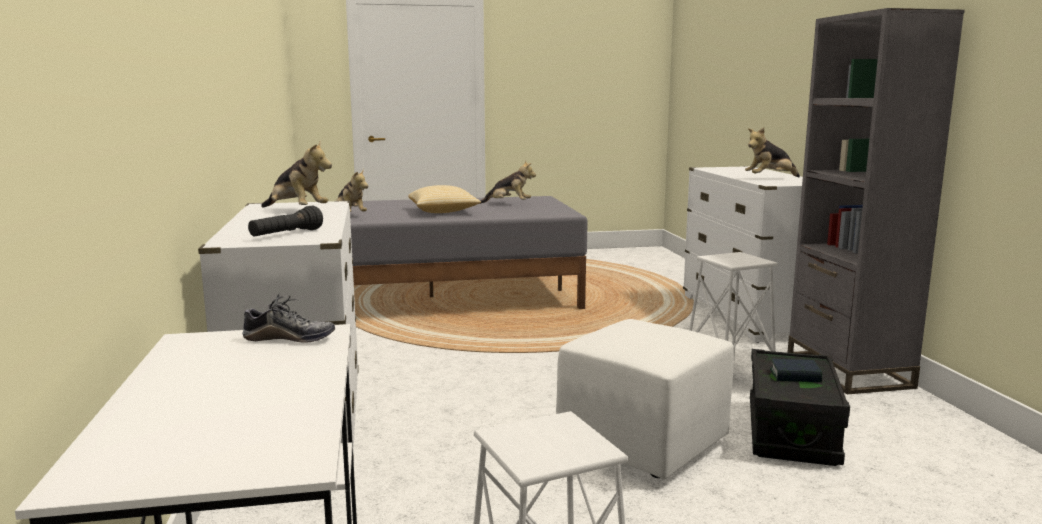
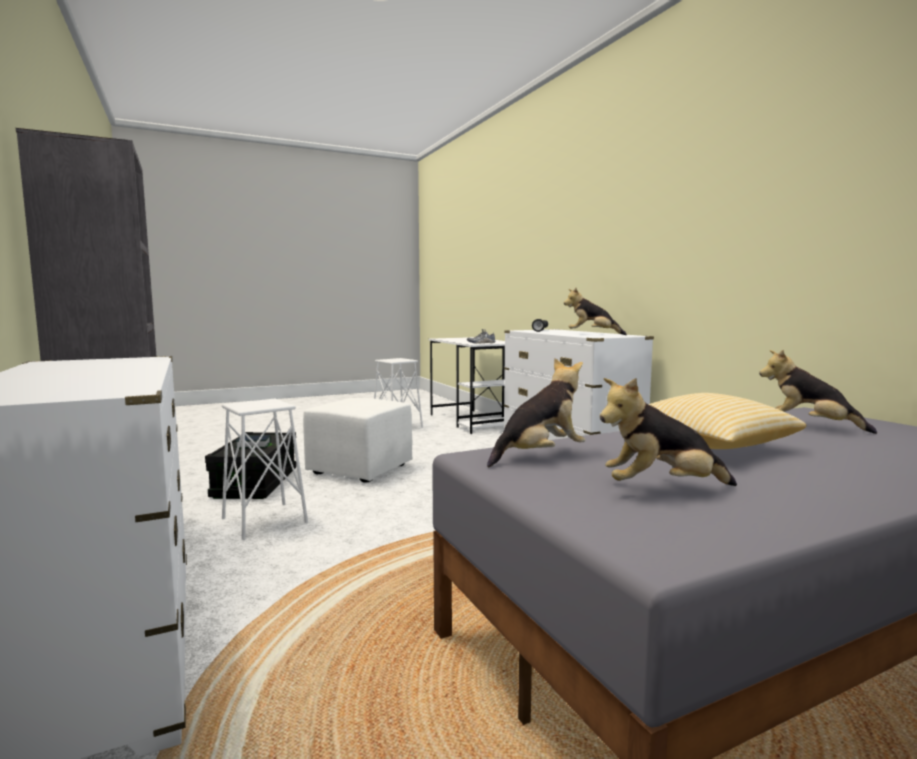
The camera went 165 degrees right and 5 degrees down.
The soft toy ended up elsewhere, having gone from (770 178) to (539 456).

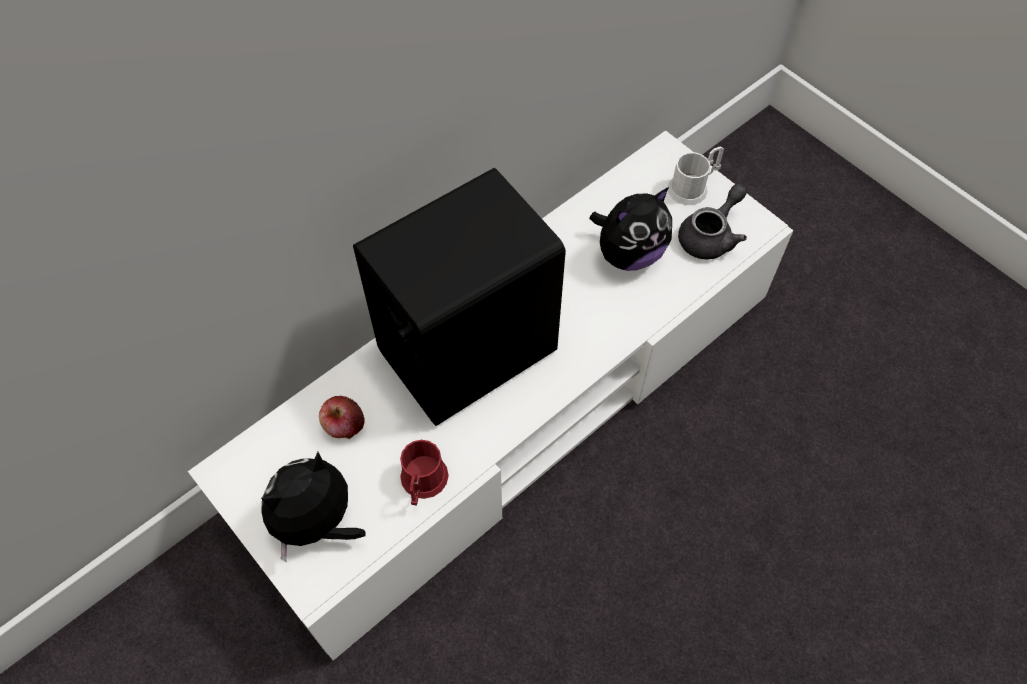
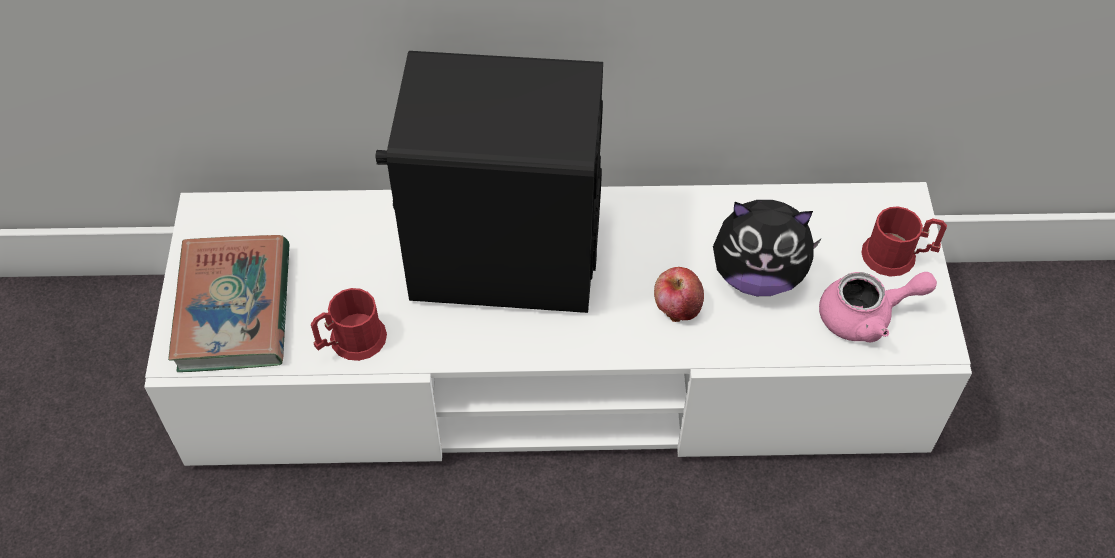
The camera went 40 degrees right and 5 degrees down.
Where the soft toy stood at (317 523), the book came to stand at (234 309).
The apple ended up elsewhere, having gone from (344 426) to (677 307).
What was the coffee mug (white) at (693 187) turned into the coffee mug (reddish) at (897 256).
What was the pot for tea (greyish) at (711 236) turned into the pot for tea (pink-coloured) at (866 316).

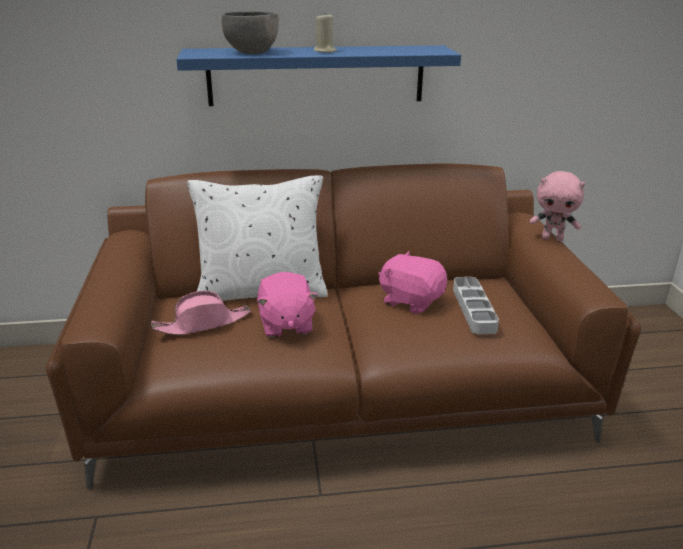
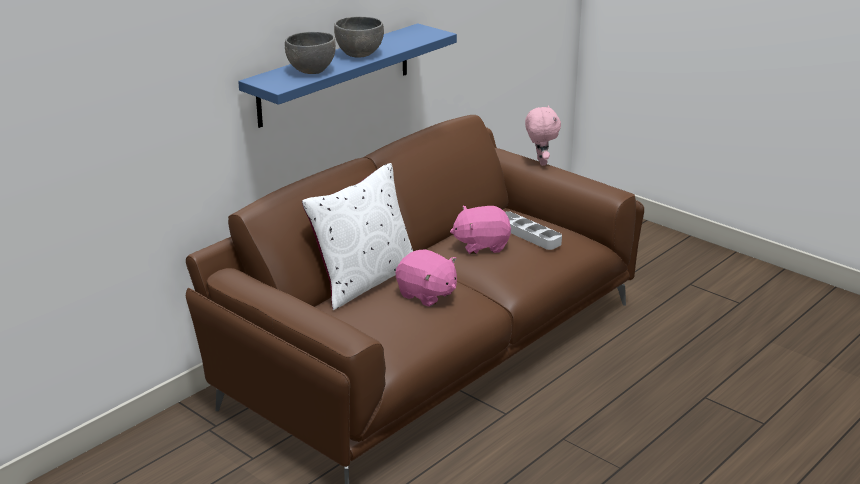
The camera went 40 degrees left and 0 degrees up.
The second view lost the wearable hat (pink-coloured) at (203 323).
Where the wax candle (beige-coloured) stood at (325 51), the serving bowl (greyish) came to stand at (359 54).
The soft toy (pink-coloured) at (552 238) ended up facing another way, 75 degrees counterclockwise from before.

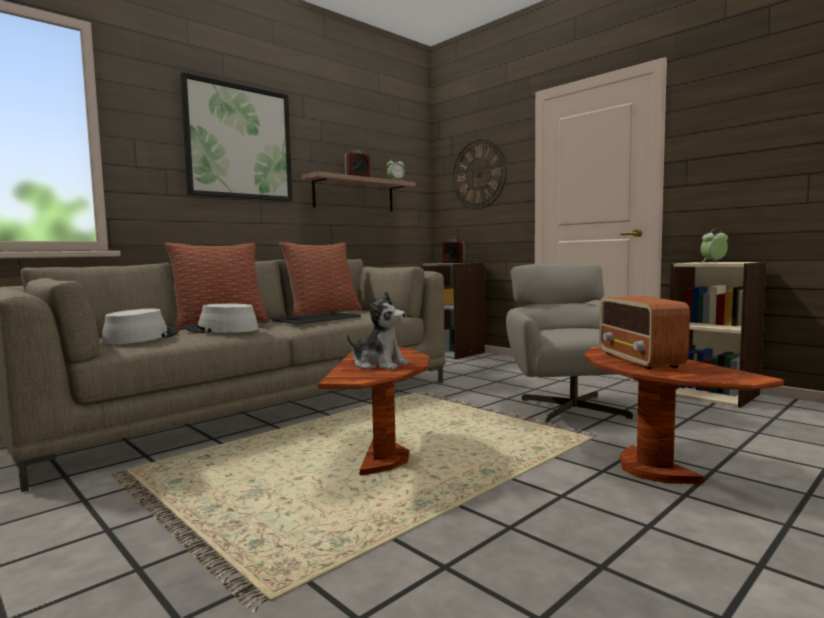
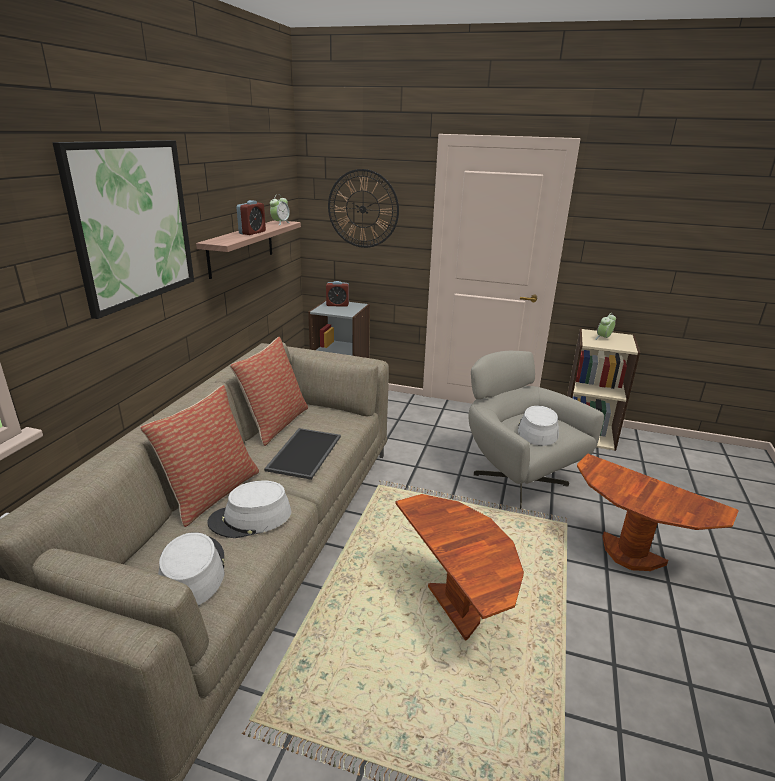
The camera went 30 degrees left and 20 degrees up.
The second view lost the soft toy at (379 365).
The second view lost the radio at (640 360).
The second view gained the wearable hat (greyish) at (537 430).

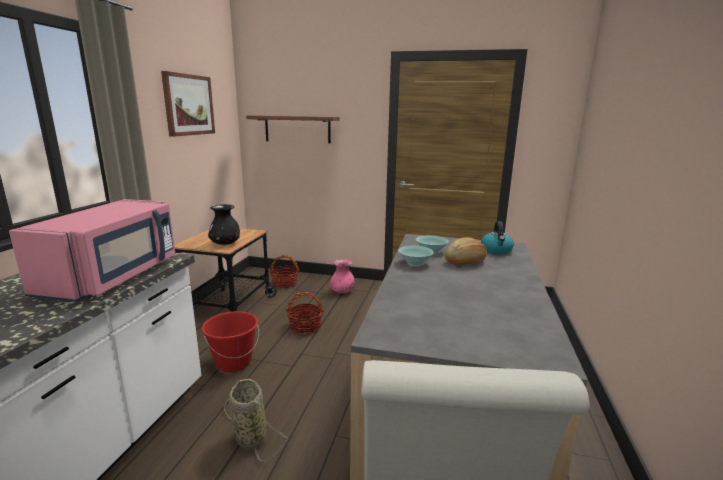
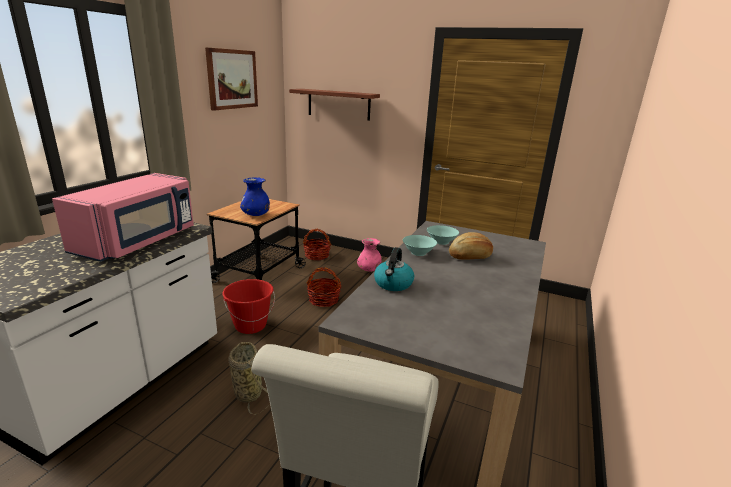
The camera went 10 degrees right and 5 degrees up.
What was the flower vase (black-coloured) at (225 244) turned into the flower vase (blue) at (256 215).
The water kettle ended up elsewhere, having gone from (496 250) to (393 284).

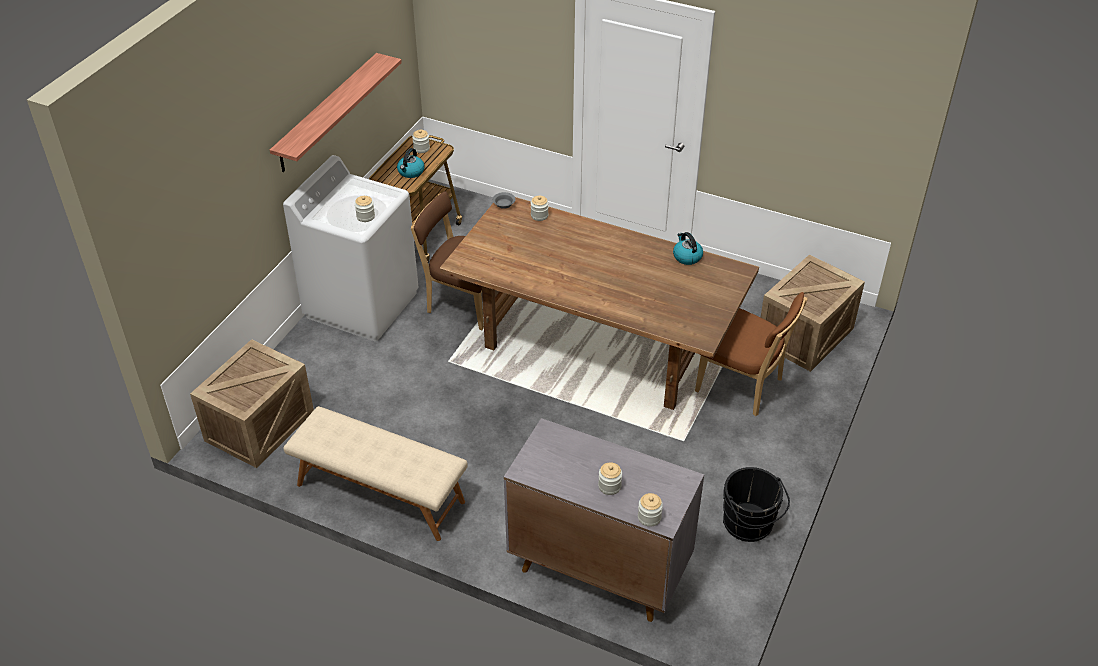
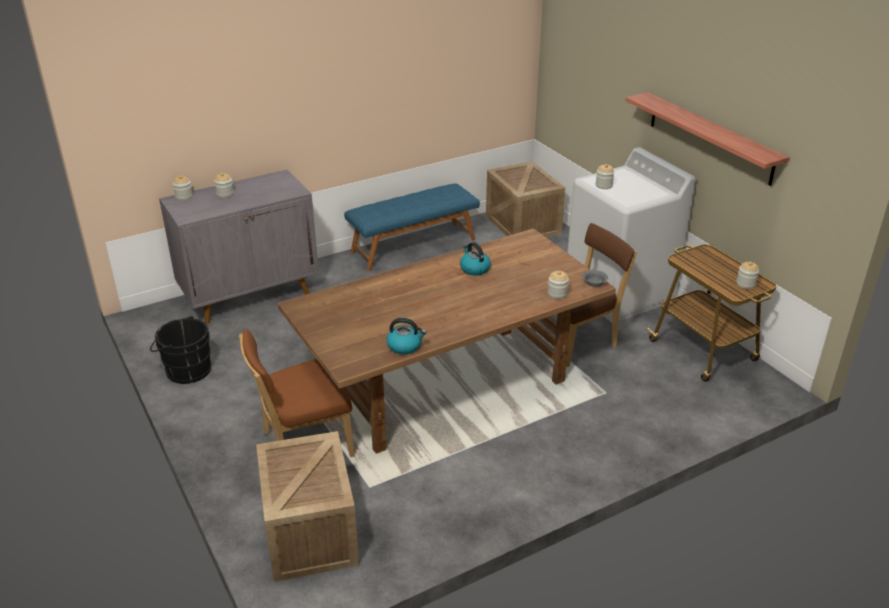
The camera went 125 degrees right and 10 degrees down.
What was the long seat (beige-coloured) at (379 493) turned into the long seat (blue) at (413 245).
The water kettle ended up elsewhere, having gone from (411 172) to (474 269).

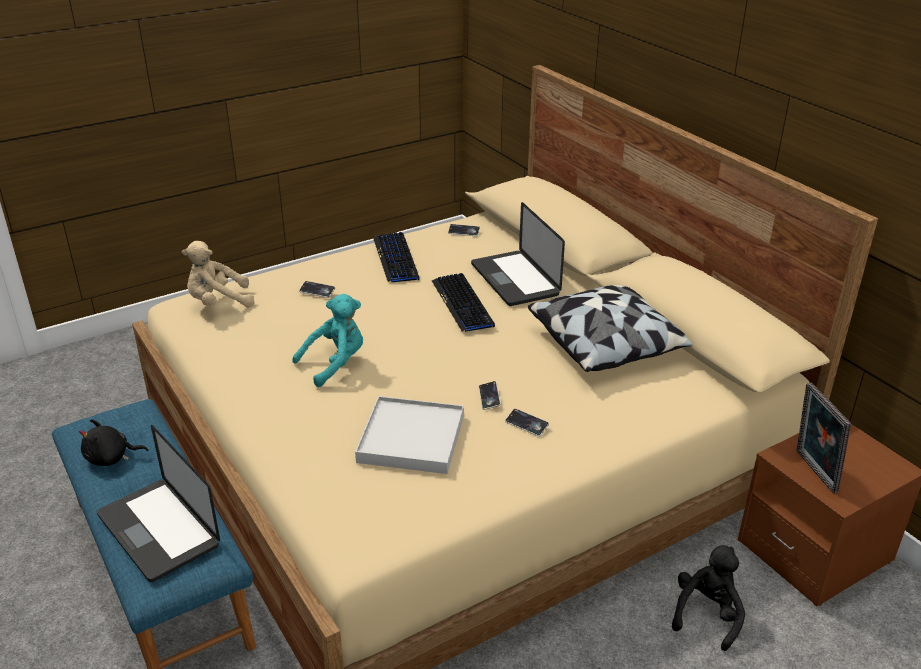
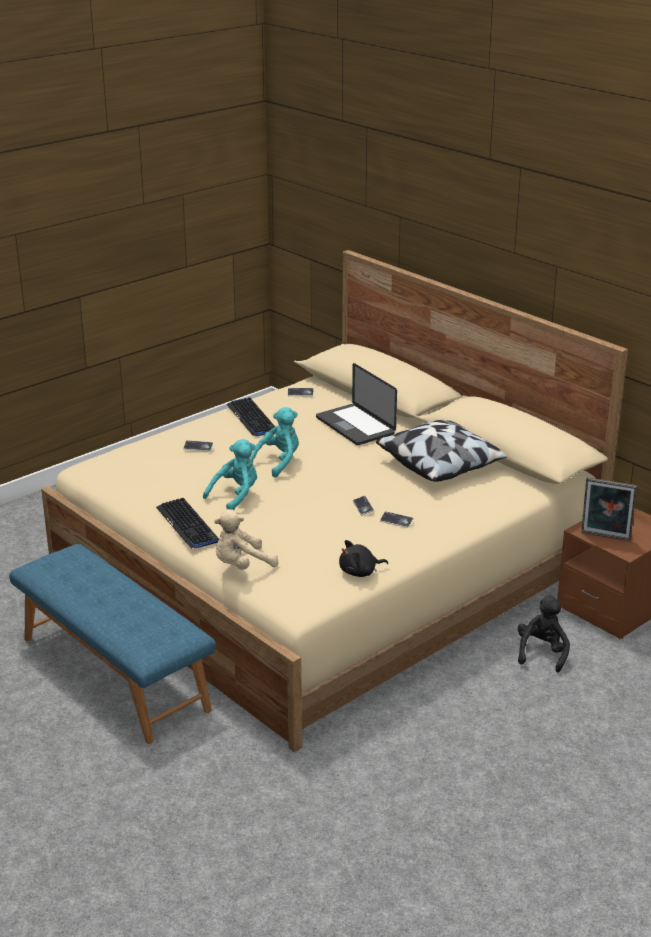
The camera went 10 degrees left and 5 degrees down.
The soft toy (black-coloured) ended up elsewhere, having gone from (111 458) to (360 572).
The second view lost the laptop at (158 530).
The soft toy (beige-coloured) ended up elsewhere, having gone from (218 303) to (242 565).
The second view lost the serving tray (white) at (411 438).
The computer keyboard ended up elsewhere, having gone from (462 303) to (188 525).
The standing frame at (812 472) ended up facing another way, 45 degrees counterclockwise from before.
The second view gained the soft toy (turquoise-coloured) at (278 462).

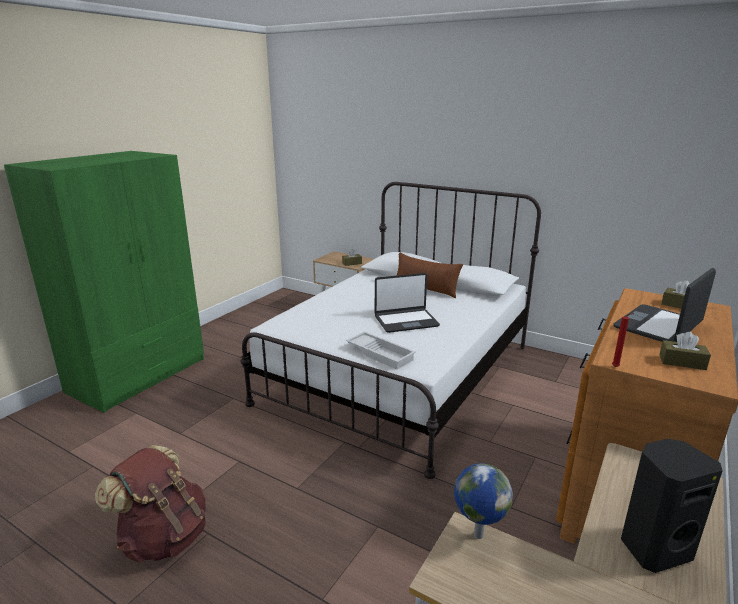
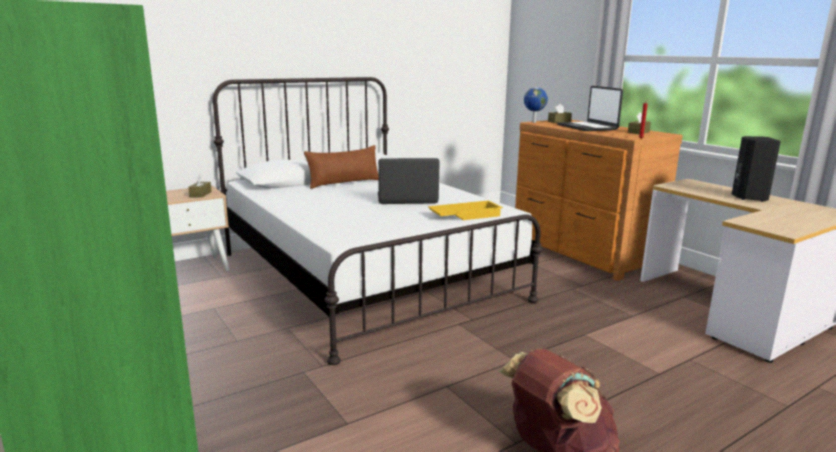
The camera went 65 degrees left and 5 degrees down.
What was the serving tray (white) at (381 354) turned into the serving tray (yellow) at (465 215).
The laptop at (406 321) ended up facing another way, 105 degrees counterclockwise from before.
The world globe ended up elsewhere, having gone from (477 534) to (533 122).

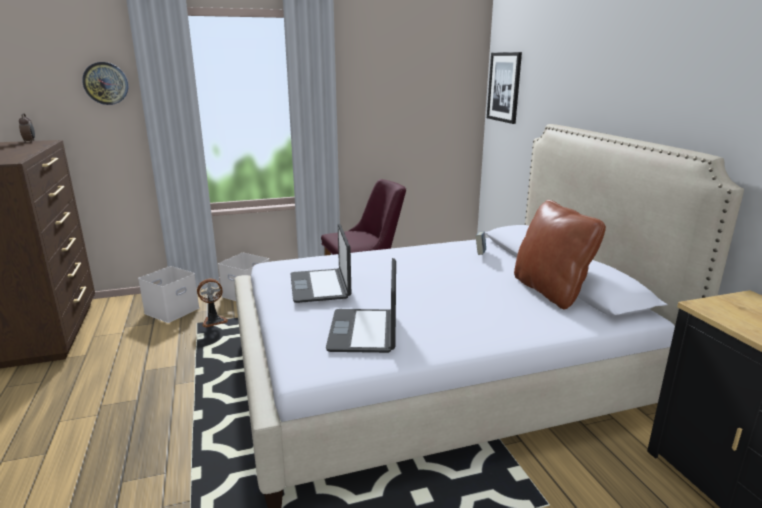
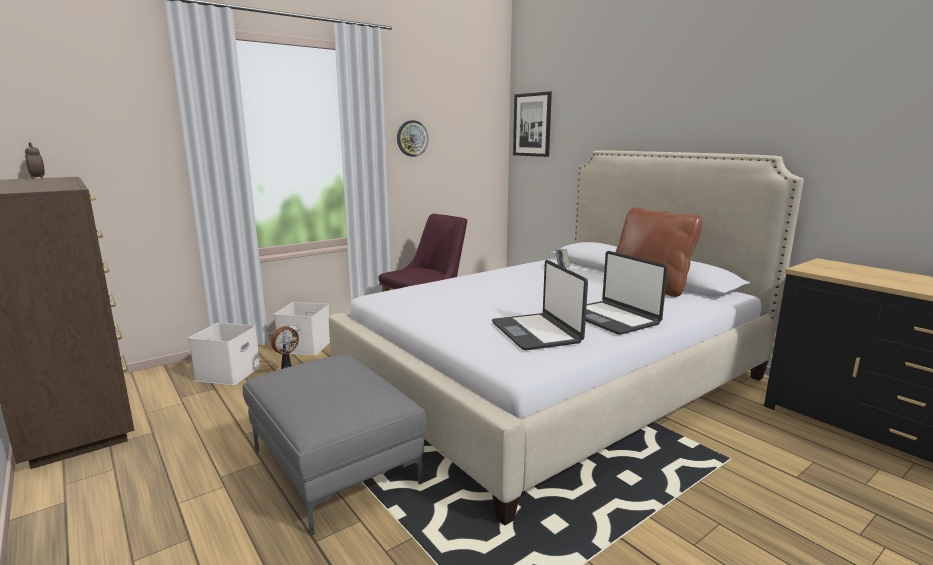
The camera went 20 degrees left and 5 degrees down.
The clock on the wall ended up elsewhere, having gone from (106 83) to (412 138).
The laptop ended up elsewhere, having gone from (320 286) to (612 318).
The second view gained the pouffe (greyish) at (337 467).

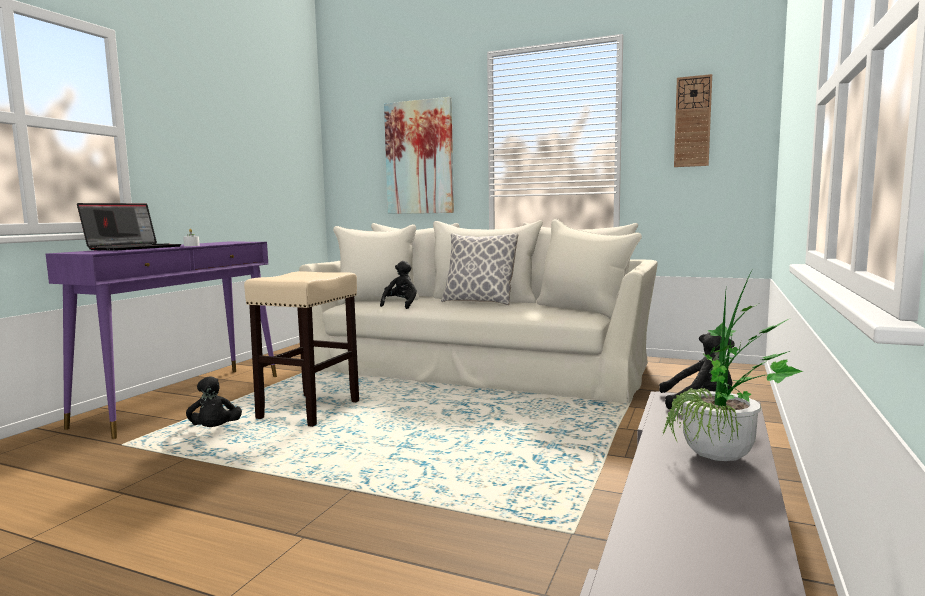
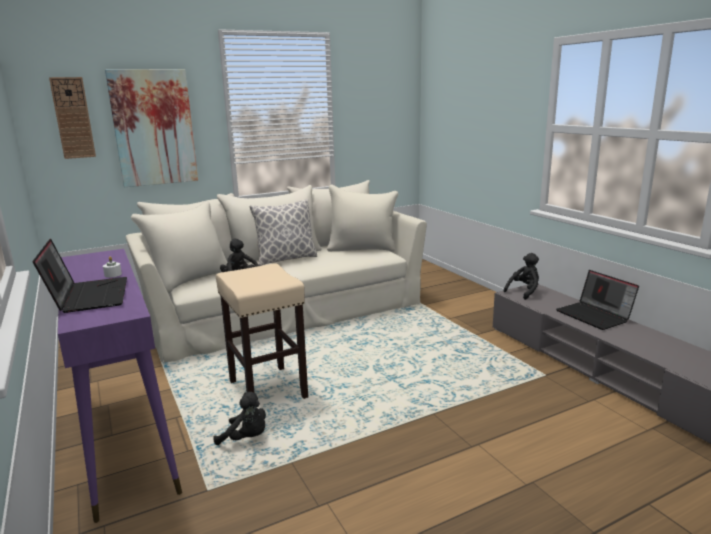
The camera went 50 degrees left and 10 degrees up.
Where the potted plant stood at (722 462), the laptop came to stand at (595 316).
The clock on the wall ended up elsewhere, having gone from (692 122) to (73 118).

